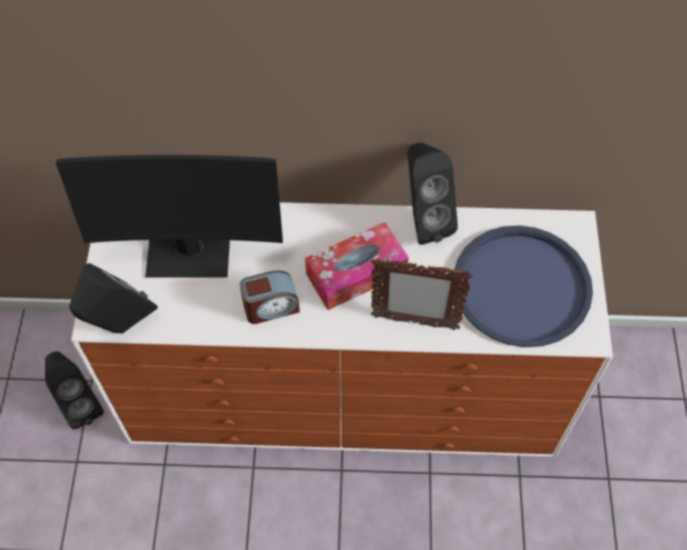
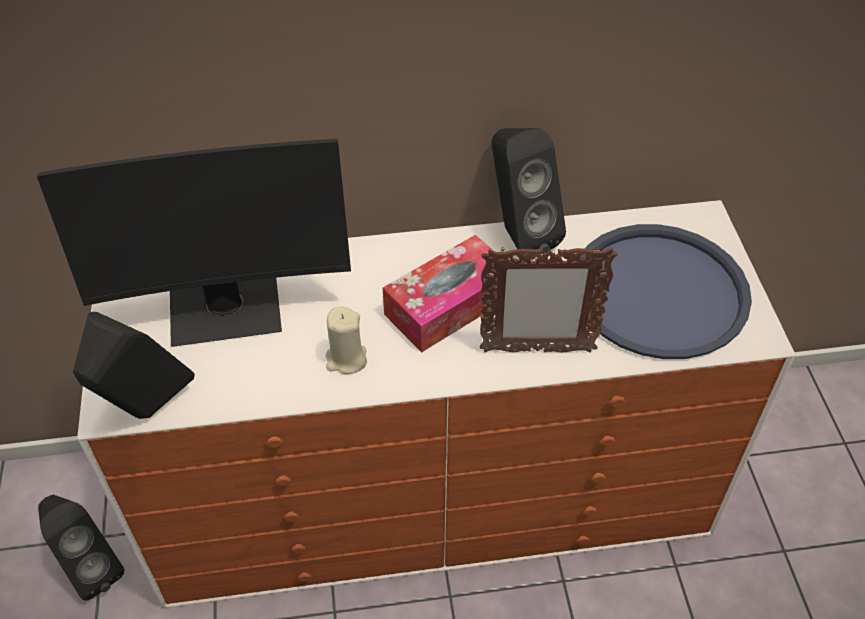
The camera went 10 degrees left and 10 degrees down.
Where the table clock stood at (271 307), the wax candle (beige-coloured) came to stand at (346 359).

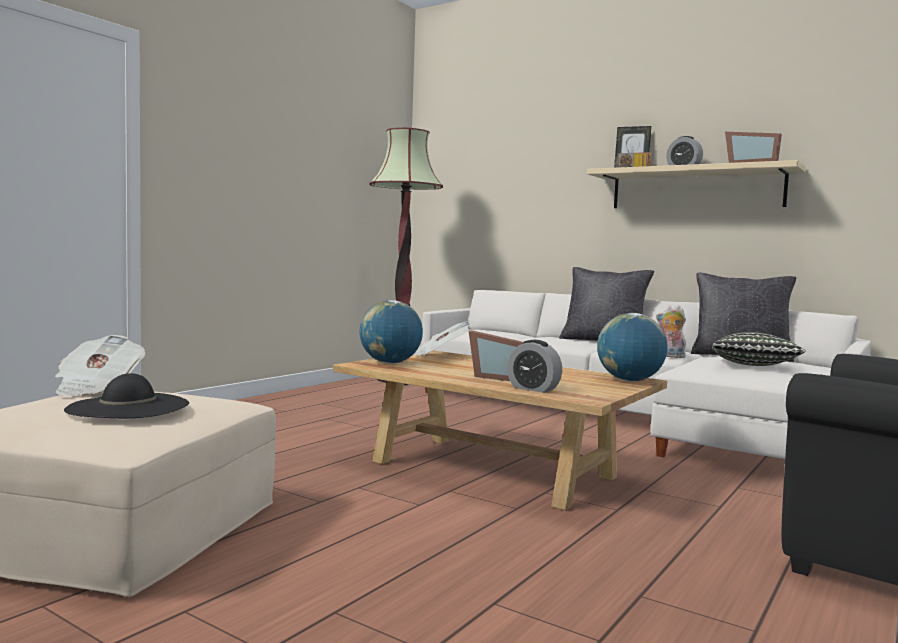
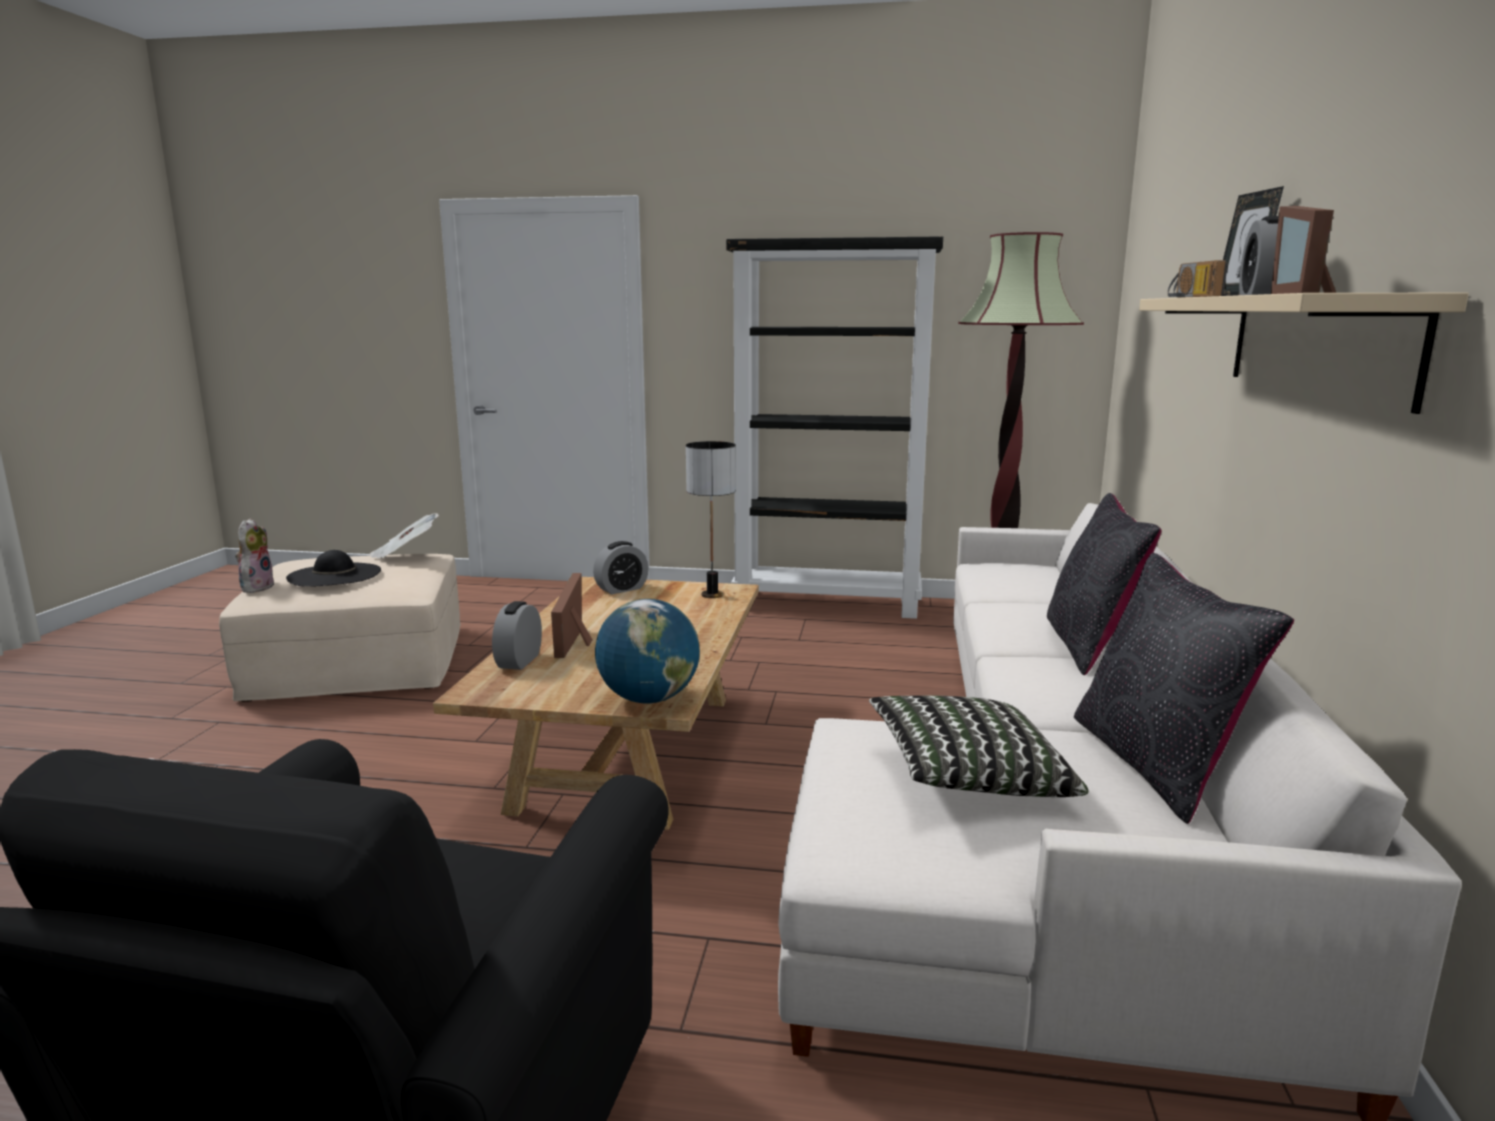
The camera went 65 degrees right and 10 degrees up.
Where the world globe stood at (390 363), the table clock came to stand at (621 589).
Where the printed paper stood at (439 355), the table lamp came to stand at (711 595).
The soft toy ended up elsewhere, having gone from (670 356) to (256 587).
The second view gained the bookshelf (black-coloured) at (828 604).

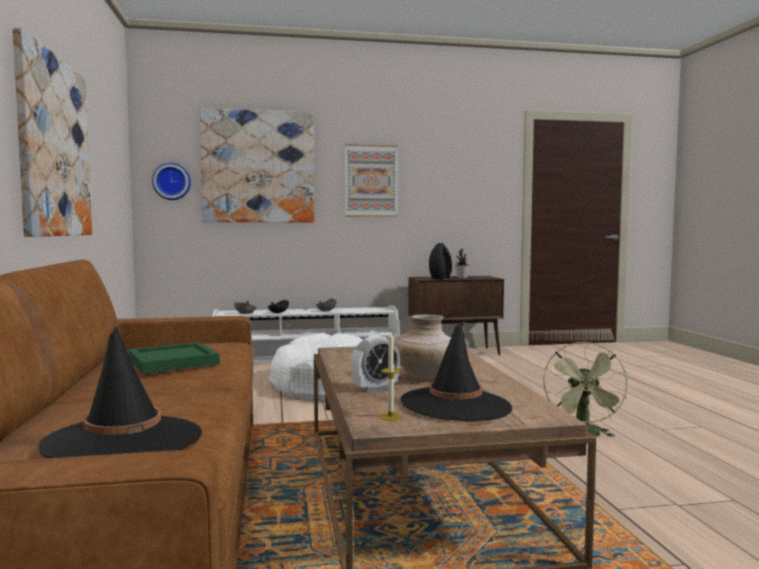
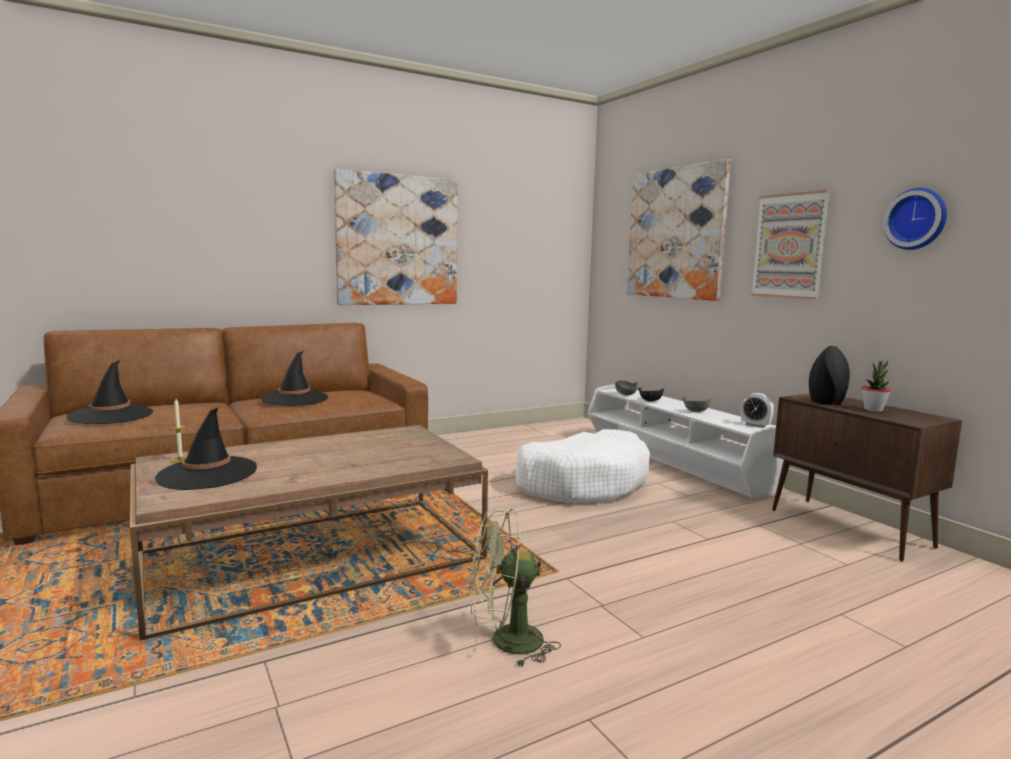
The camera went 70 degrees right and 5 degrees up.
Where the serving tray (green-coloured) stood at (172 362), the wearable hat (black-coloured) came to stand at (294 399).
The clock on the wall ended up elsewhere, having gone from (172 181) to (917 219).
The table clock ended up elsewhere, having gone from (375 388) to (755 425).
The second view lost the flower vase (beige-coloured) at (426 377).

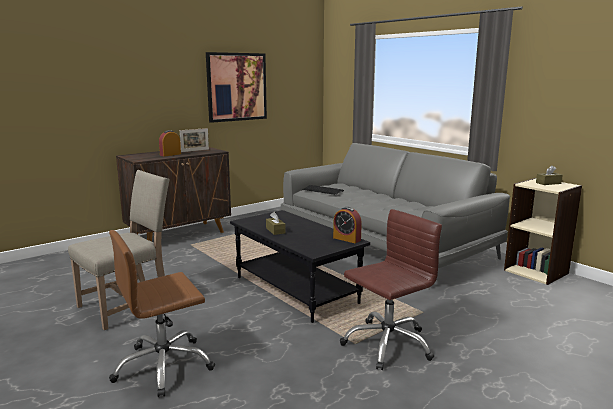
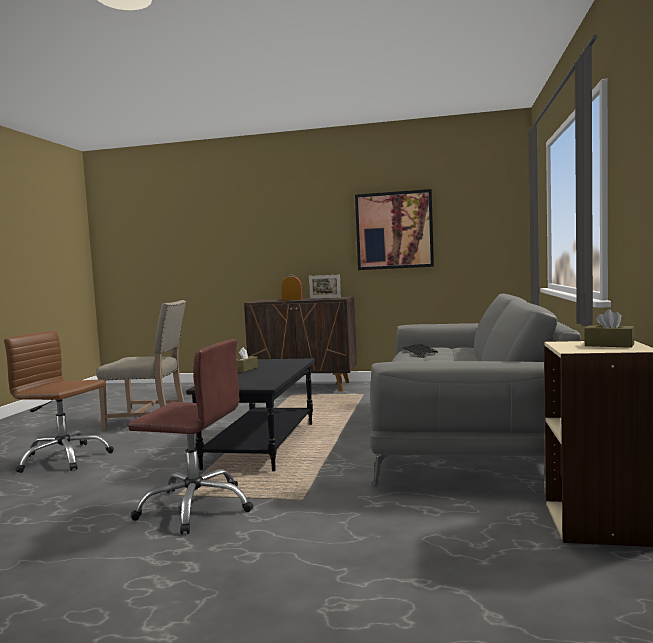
The camera went 50 degrees right and 10 degrees down.
The second view lost the table clock at (347 239).

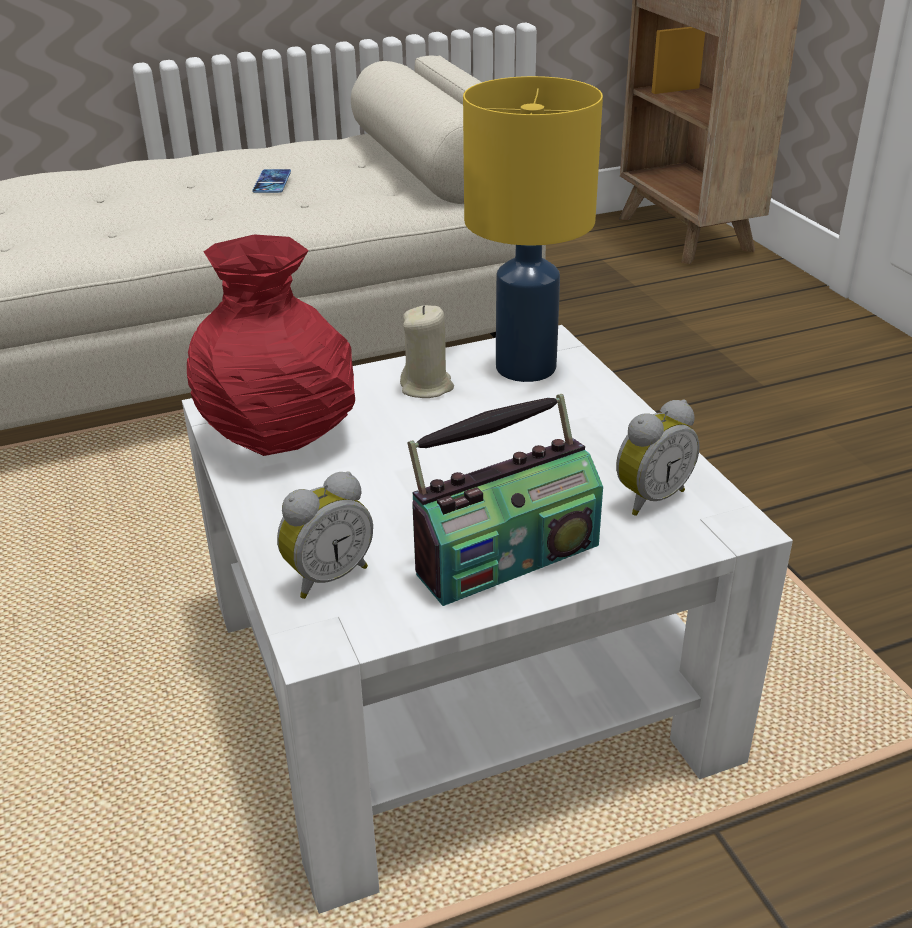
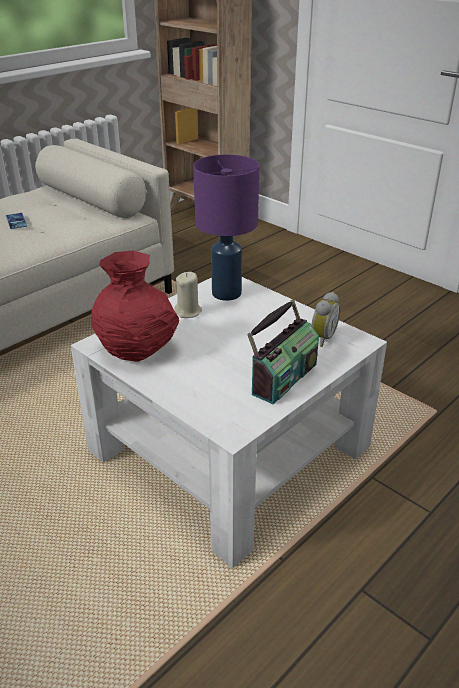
The camera went 25 degrees left and 0 degrees up.
The second view lost the table clock at (327 575).
What was the table lamp (yellow) at (524 366) turned into the table lamp (purple) at (225 293).

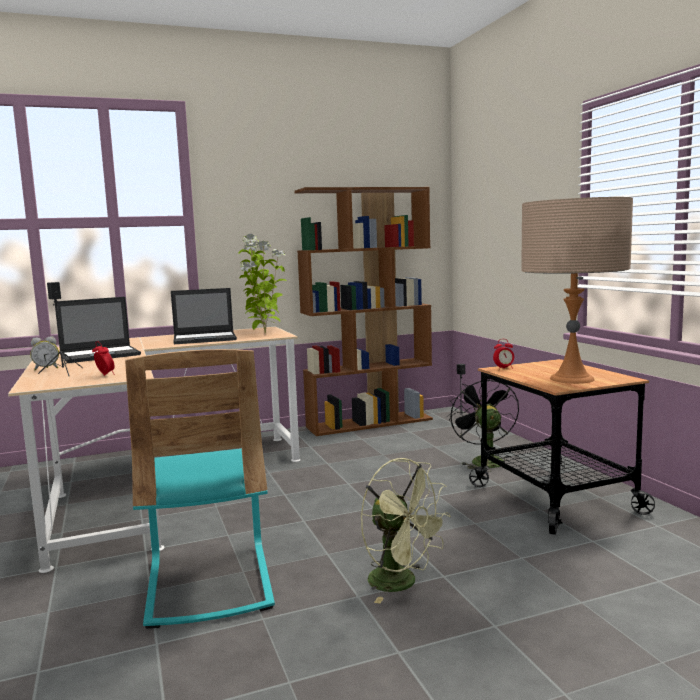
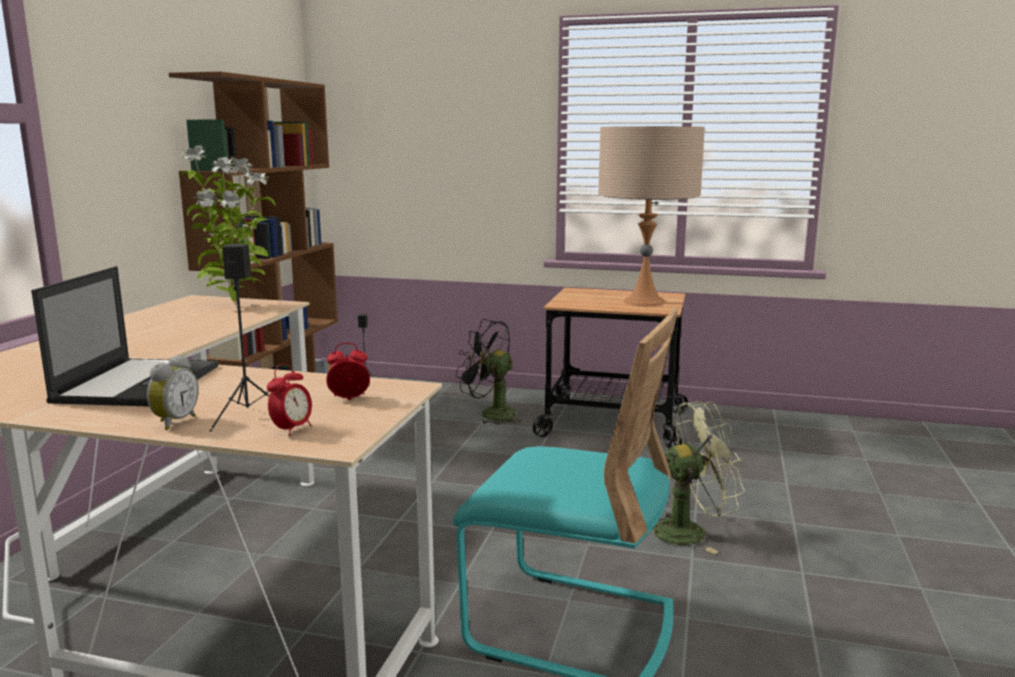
The camera went 55 degrees left and 5 degrees up.
The second view lost the laptop at (205 338).
The table clock ended up elsewhere, having gone from (504 368) to (292 430).

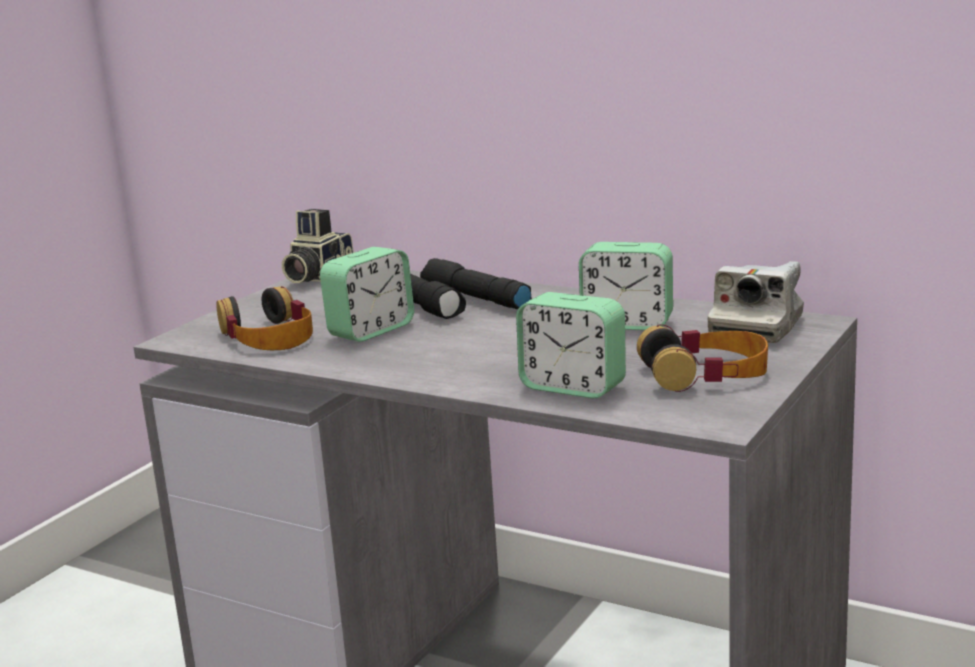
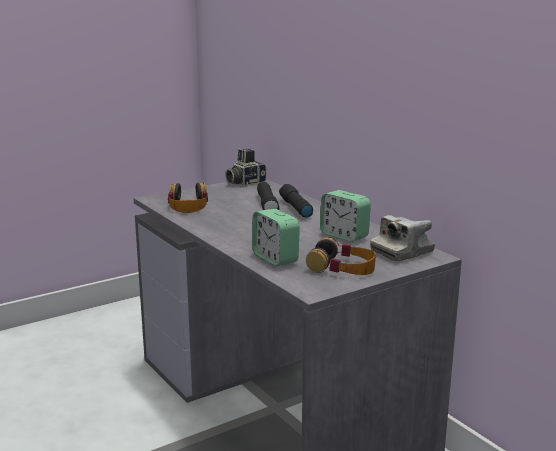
The camera went 25 degrees right and 0 degrees up.
The second view lost the table clock at (371 330).

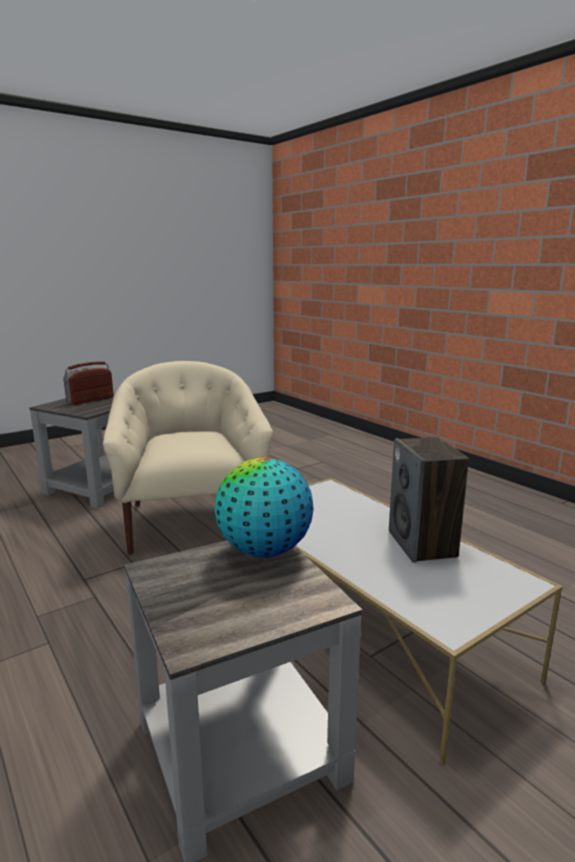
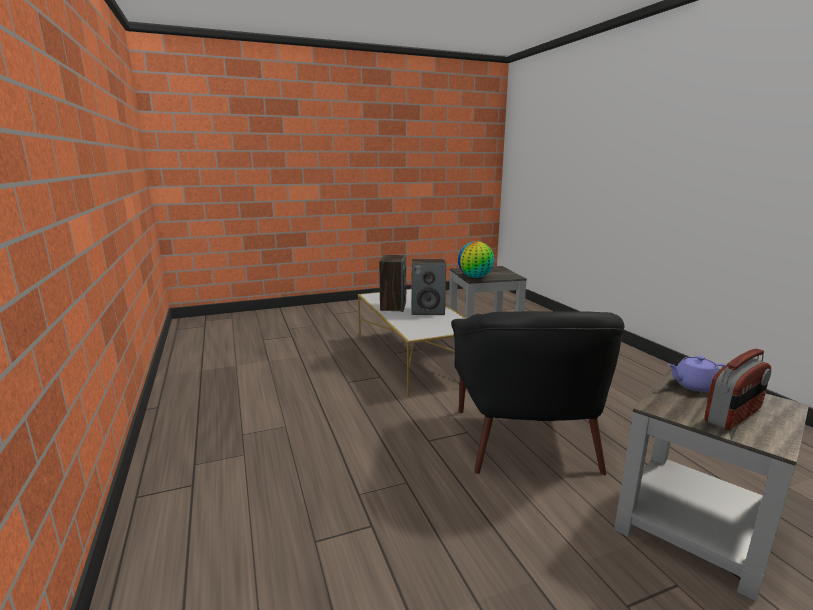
The camera went 165 degrees left and 0 degrees up.
What was the easy chair (beige-coloured) at (192 520) turned into the easy chair (black-coloured) at (526 440).
The second view gained the speaker at (428 311).
The second view gained the pot for tea (purple) at (693 385).

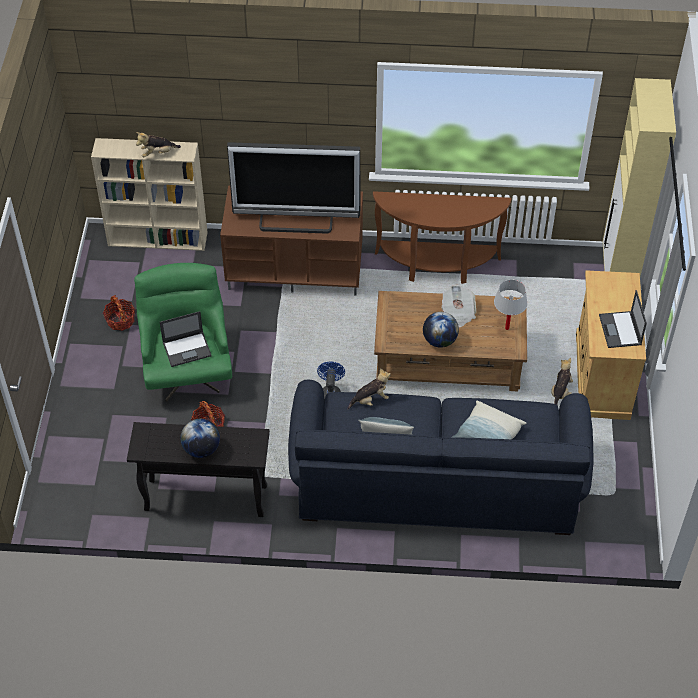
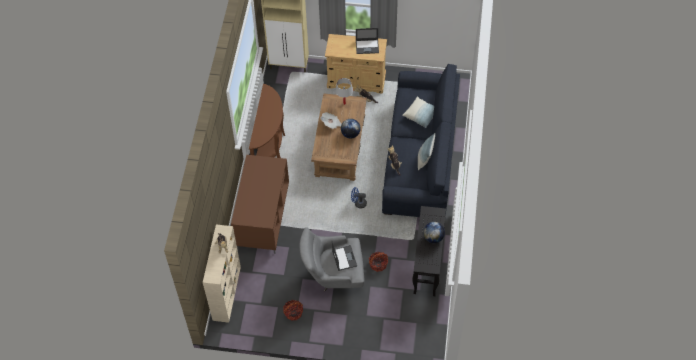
The camera went 85 degrees left and 5 degrees up.
What was the easy chair (green-coloured) at (187 367) turned into the easy chair (greyish) at (333 275).
The second view lost the TV at (296 220).

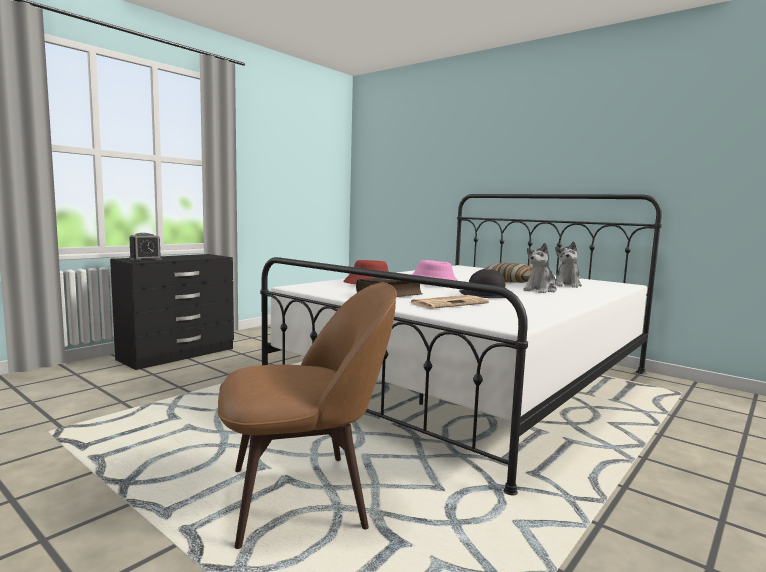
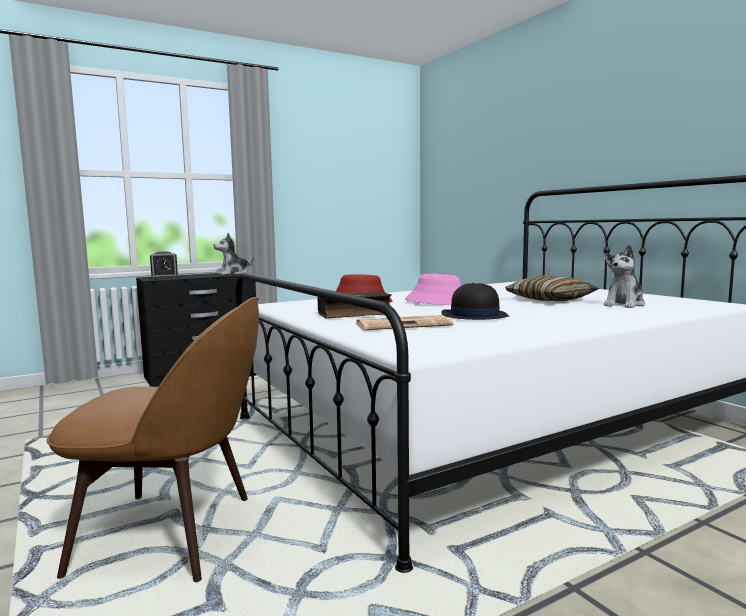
The camera went 20 degrees right and 0 degrees up.
The soft toy ended up elsewhere, having gone from (540 290) to (234 274).

